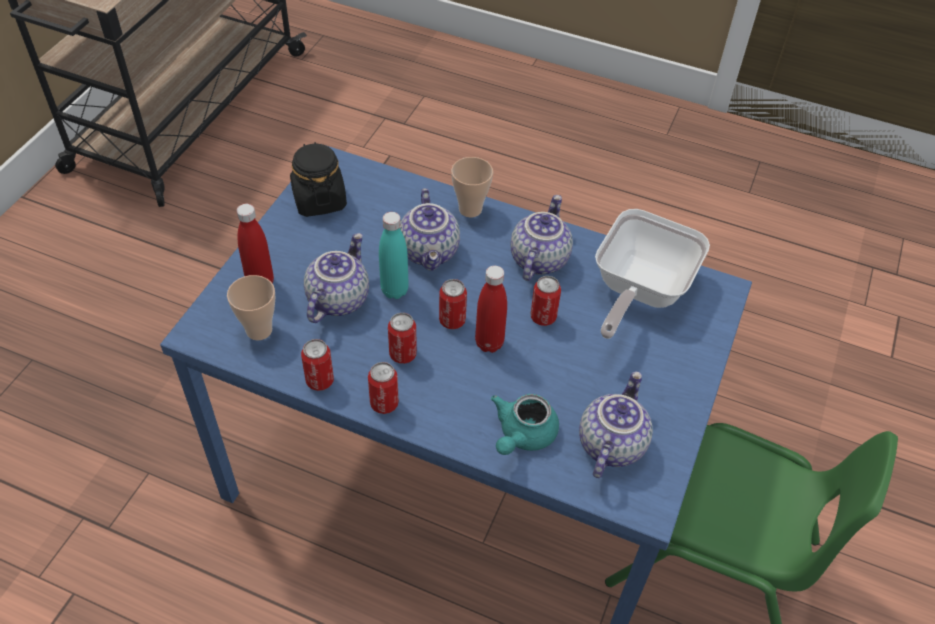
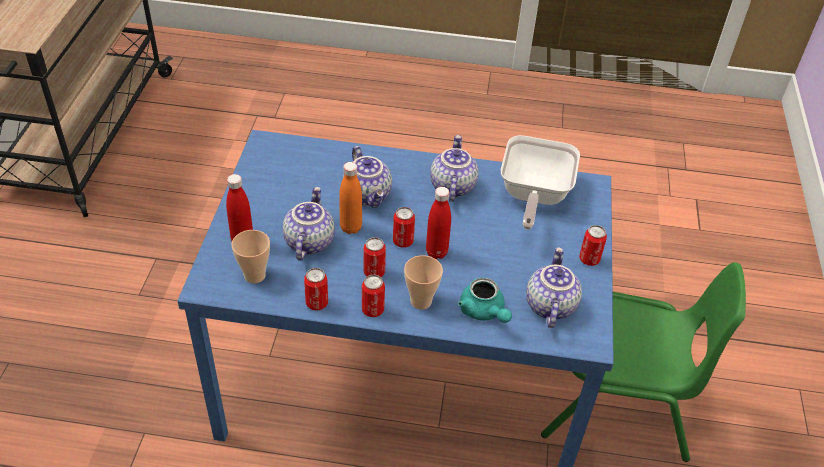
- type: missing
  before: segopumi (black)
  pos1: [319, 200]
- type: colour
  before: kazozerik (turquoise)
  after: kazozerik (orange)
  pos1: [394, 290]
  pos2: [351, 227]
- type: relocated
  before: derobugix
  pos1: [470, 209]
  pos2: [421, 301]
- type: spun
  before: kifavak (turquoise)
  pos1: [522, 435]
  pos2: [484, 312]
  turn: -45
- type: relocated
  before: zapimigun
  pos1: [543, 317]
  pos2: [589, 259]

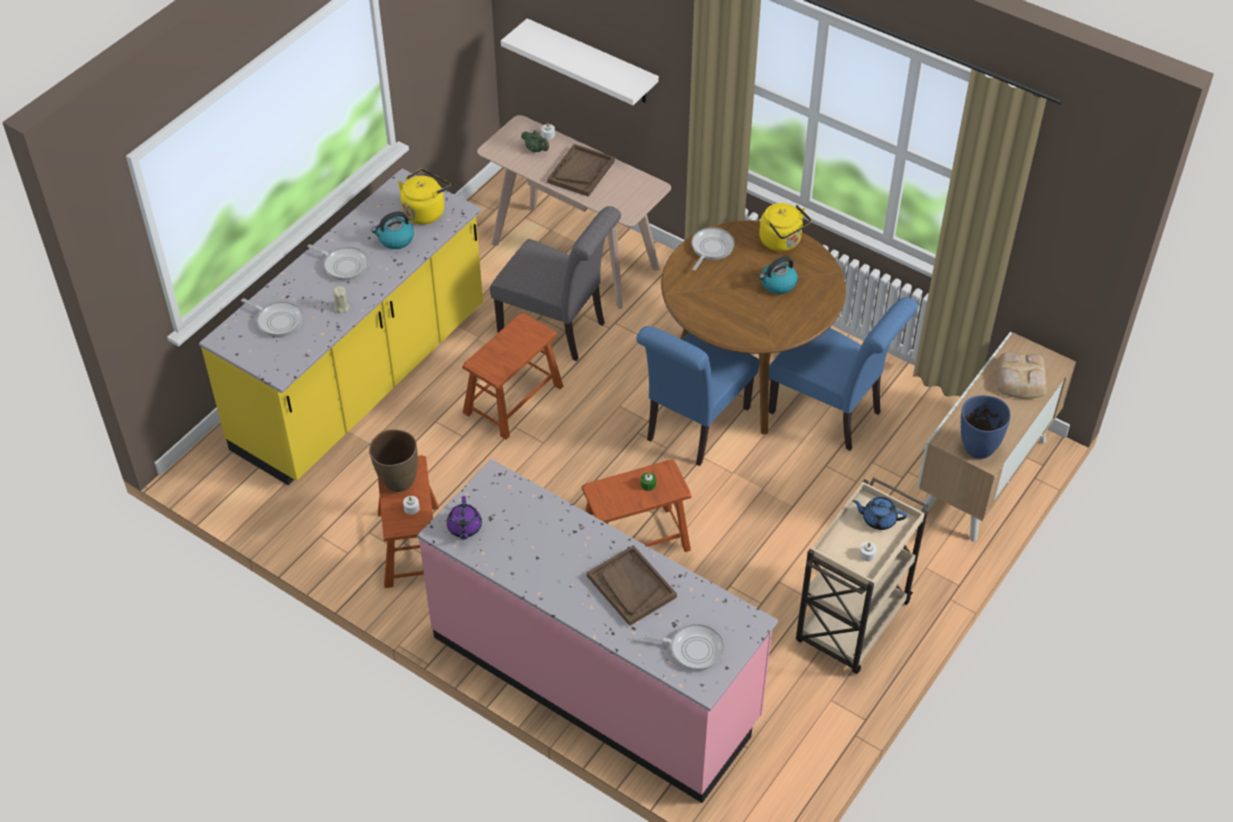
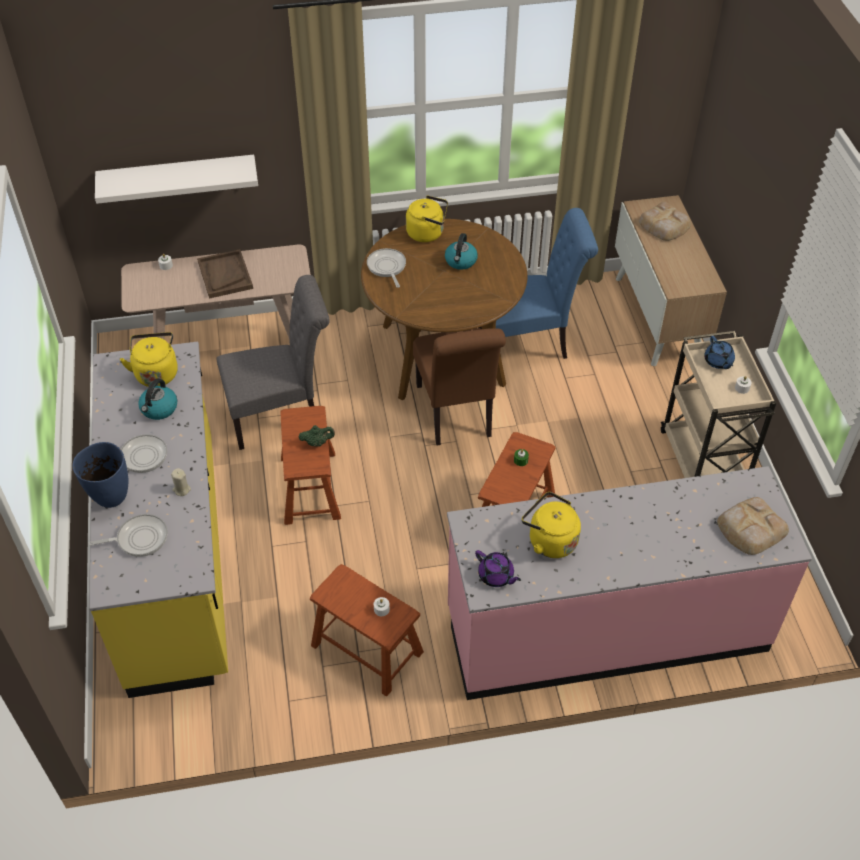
- type: missing
  before: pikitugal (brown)
  pos1: [398, 481]
- type: relocated
  before: kifavak (green)
  pos1: [536, 150]
  pos2: [317, 443]
- type: missing
  before: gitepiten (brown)
  pos1: [631, 587]
- type: colour
  before: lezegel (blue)
  after: lezegel (brown)
  pos1: [693, 427]
  pos2: [456, 415]
- type: exchanged
  before: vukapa
  after: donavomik
  pos1: [693, 649]
  pos2: [750, 528]
- type: spun
  before: kifavak (blue)
  pos1: [878, 519]
  pos2: [718, 361]
  turn: -75
- type: relocated
  before: pikitugal (blue)
  pos1: [977, 448]
  pos2: [111, 497]
- type: appeared
  after: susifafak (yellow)
  pos2: [549, 540]

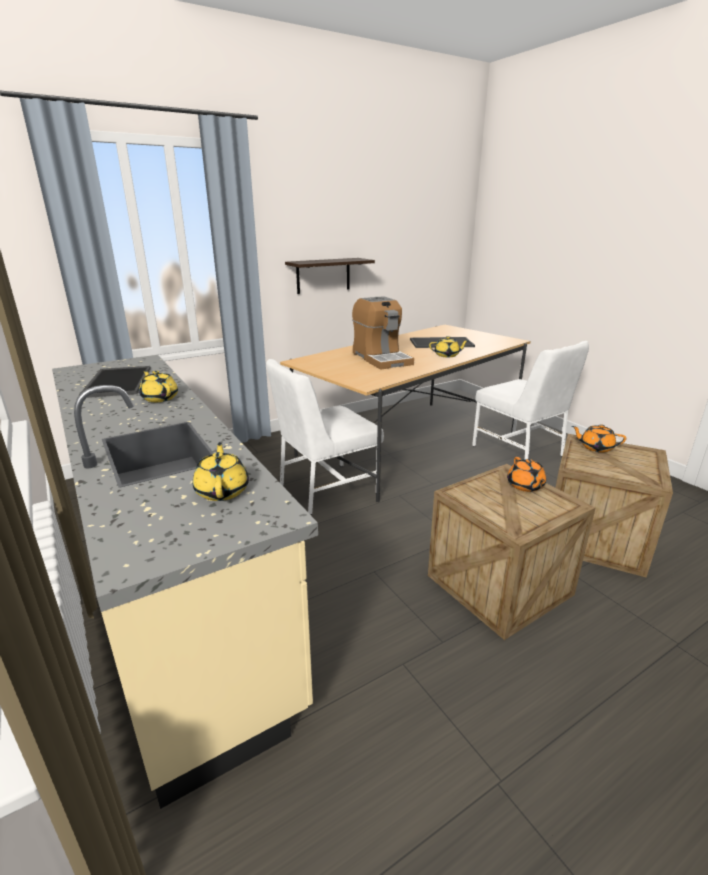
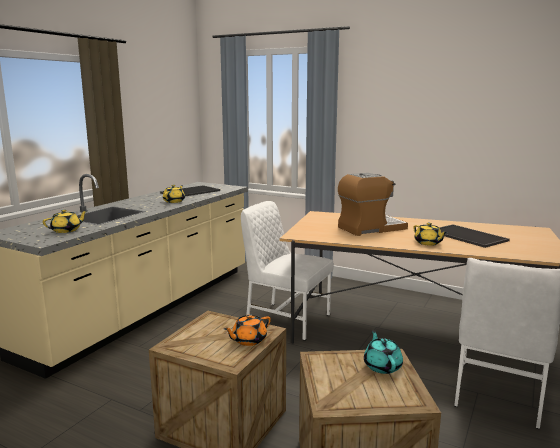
- type: missing
  before: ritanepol
  pos1: [323, 275]
- type: spun
  before: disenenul
  pos1: [381, 358]
  pos2: [371, 228]
  turn: -150
- type: colour
  before: kifavak (orange)
  after: kifavak (turquoise)
  pos1: [595, 447]
  pos2: [382, 366]

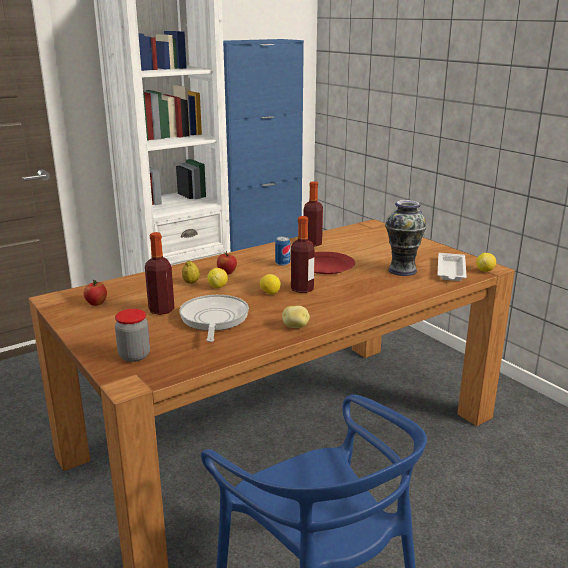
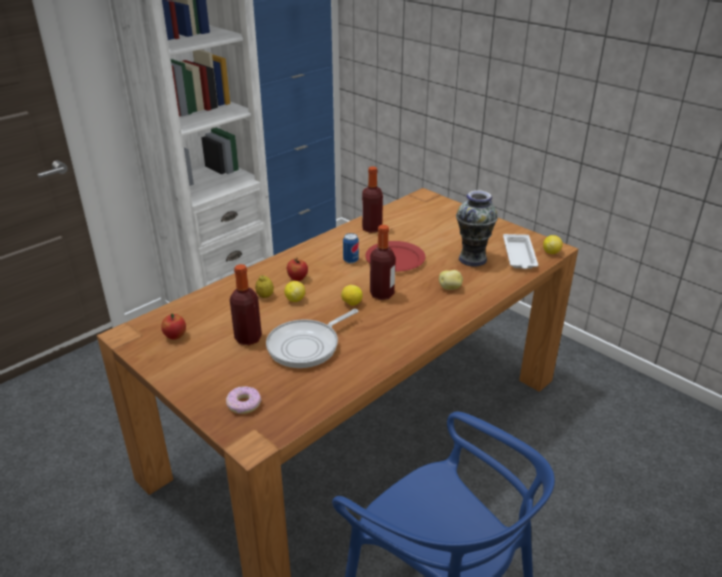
- type: exchanged
  before: segopumi
  after: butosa
  pos1: [134, 356]
  pos2: [243, 404]
- type: spun
  before: vukapa
  pos1: [213, 319]
  pos2: [307, 346]
  turn: -120
- type: relocated
  before: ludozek
  pos1: [295, 327]
  pos2: [450, 288]

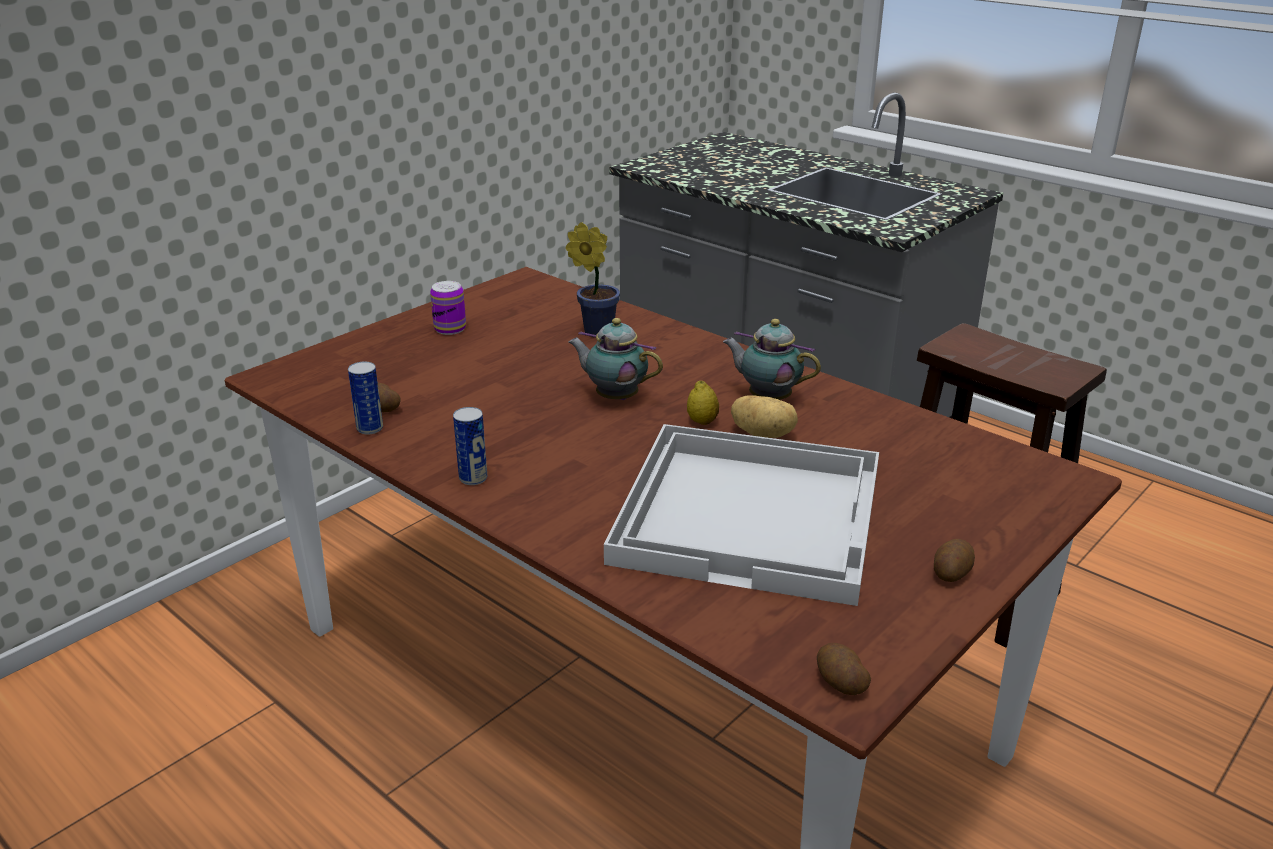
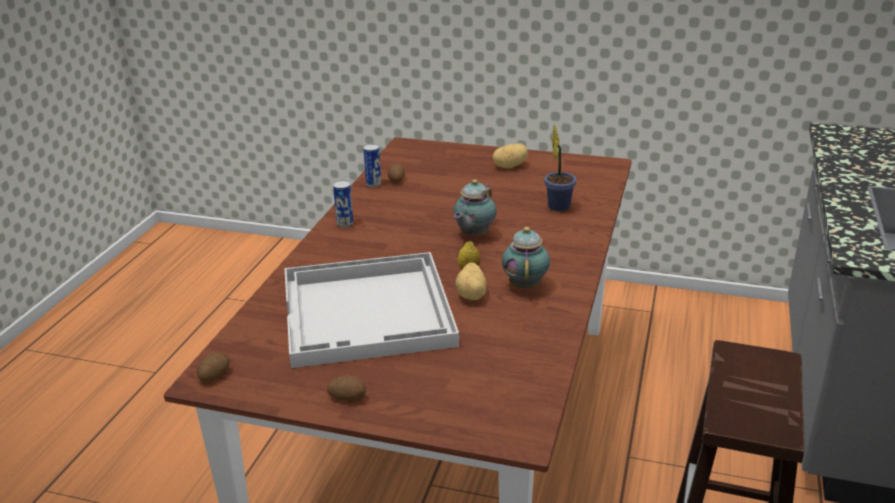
- type: exchanged
  before: zapimigun
  after: ludozek
  pos1: [450, 329]
  pos2: [509, 166]
- type: spun
  before: kifavak
  pos1: [614, 397]
  pos2: [473, 235]
  turn: -150

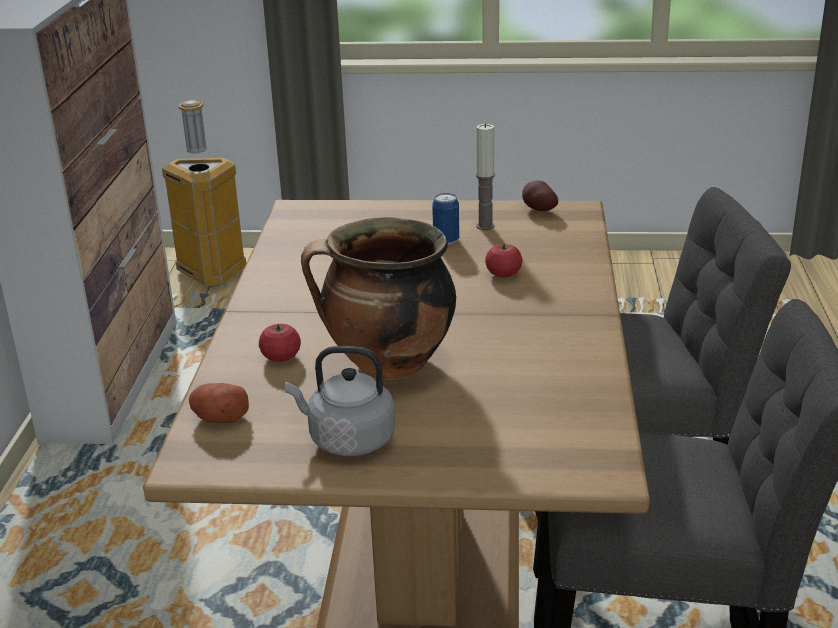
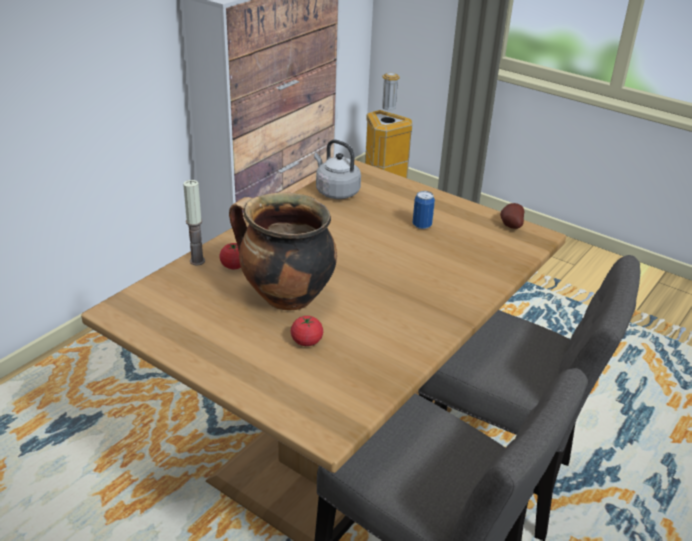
- type: missing
  before: ludozek
  pos1: [219, 418]
- type: relocated
  before: susifafak (grey)
  pos1: [347, 440]
  pos2: [335, 192]
- type: relocated
  before: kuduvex
  pos1: [485, 226]
  pos2: [197, 261]
- type: relocated
  before: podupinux
  pos1: [503, 274]
  pos2: [306, 341]

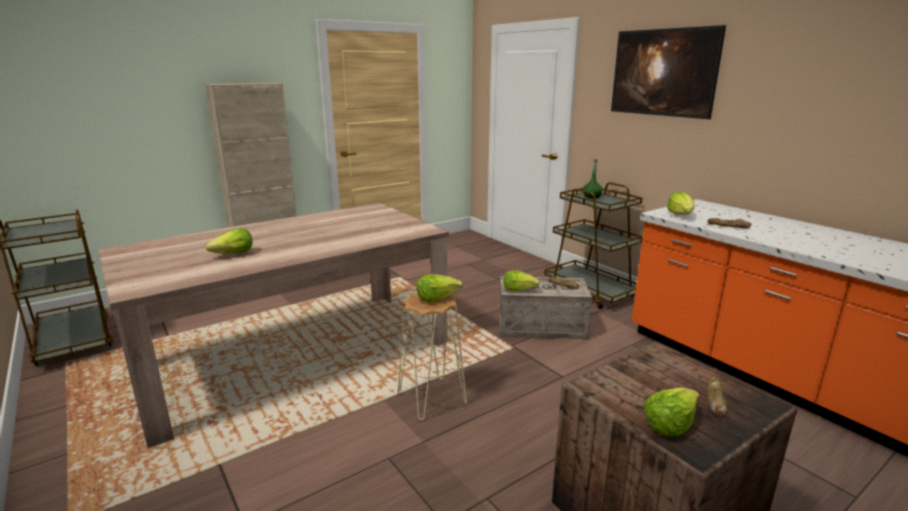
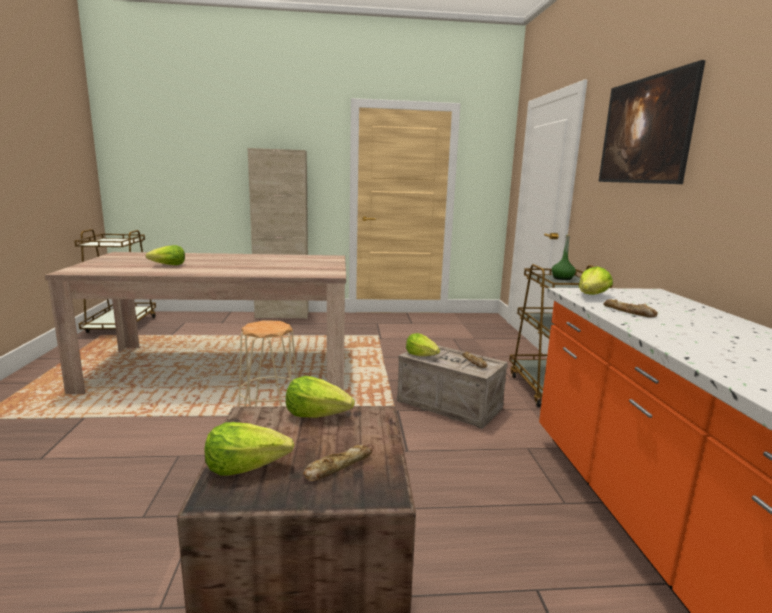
- type: relocated
  before: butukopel
  pos1: [437, 298]
  pos2: [317, 414]

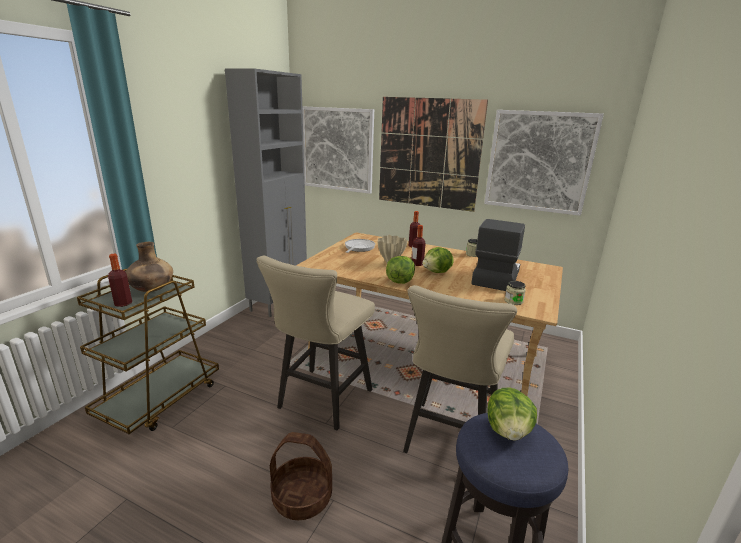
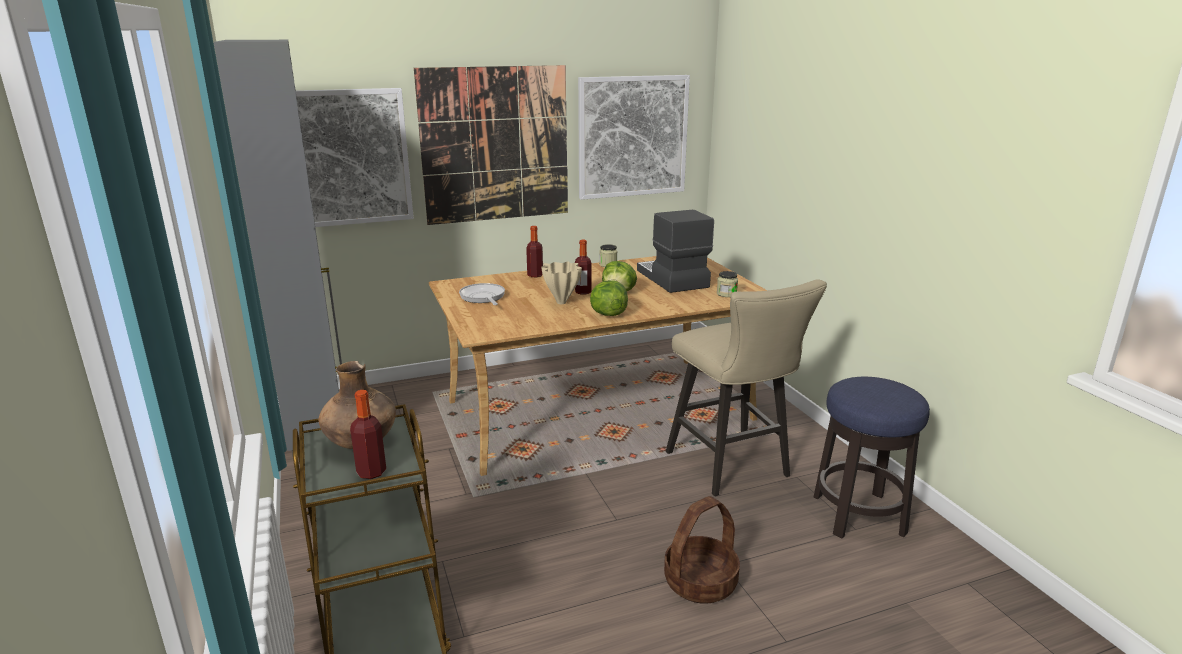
- type: missing
  before: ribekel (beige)
  pos1: [321, 402]
- type: missing
  before: butukopel
  pos1: [508, 431]

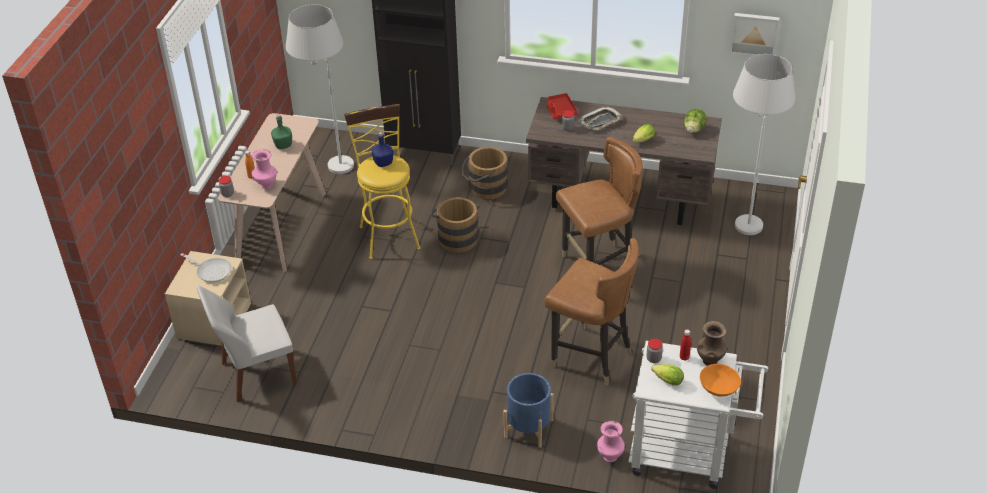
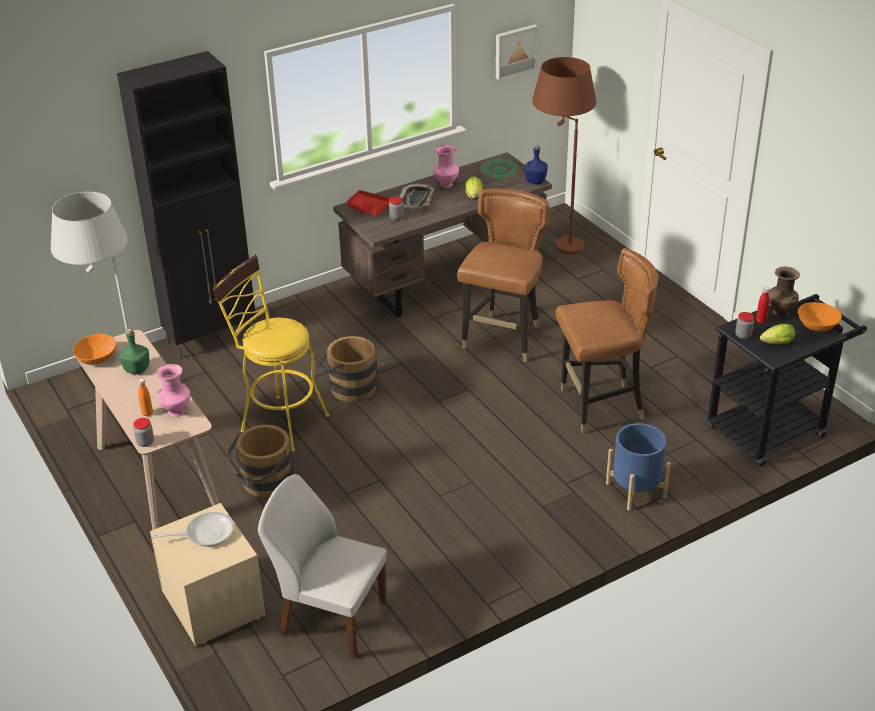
- type: spun
  before: lezegel (white)
  pos1: [256, 373]
  pos2: [331, 617]
  turn: 90
- type: relocated
  before: kazozerik (blue)
  pos1: [383, 163]
  pos2: [535, 181]
- type: relocated
  before: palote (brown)
  pos1: [484, 188]
  pos2: [264, 483]
- type: relocated
  before: pikitugal (pink)
  pos1: [609, 457]
  pos2: [446, 185]
- type: colour
  before: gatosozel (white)
  after: gatosozel (black)
  pos1: [689, 455]
  pos2: [773, 427]
- type: exchanged
  before: butukopel
  after: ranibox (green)
  pos1: [693, 129]
  pos2: [499, 169]
- type: colour
  before: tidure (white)
  after: tidure (brown)
  pos1: [746, 215]
  pos2: [557, 240]
- type: appeared
  after: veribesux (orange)
  pos2: [97, 358]

